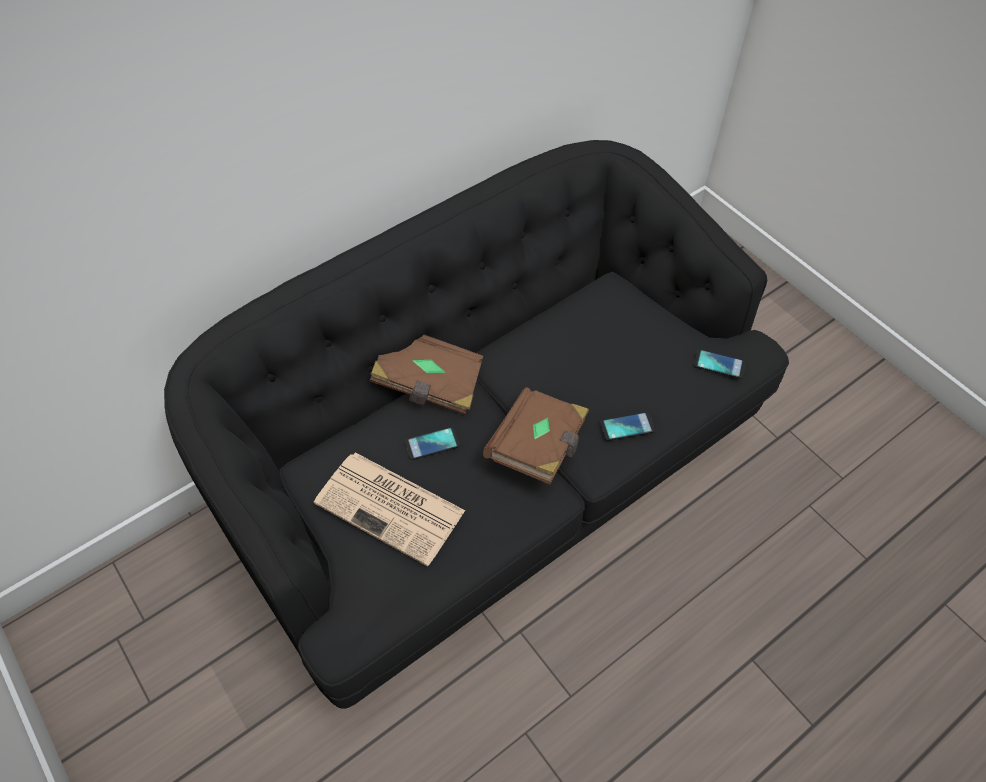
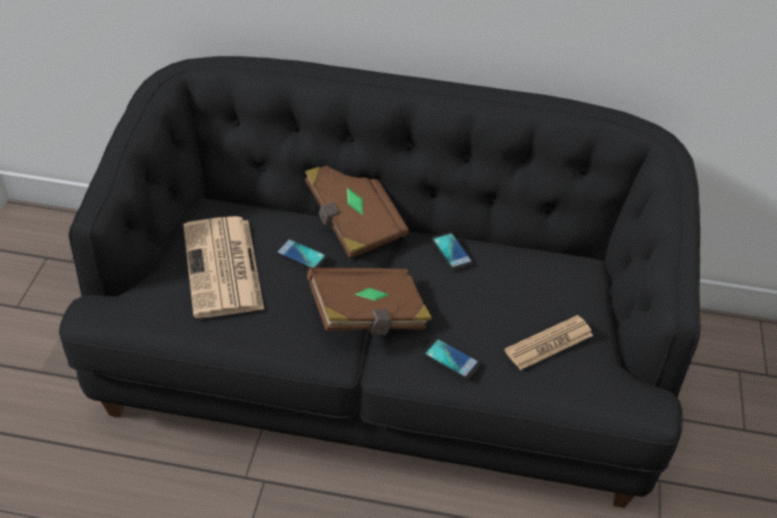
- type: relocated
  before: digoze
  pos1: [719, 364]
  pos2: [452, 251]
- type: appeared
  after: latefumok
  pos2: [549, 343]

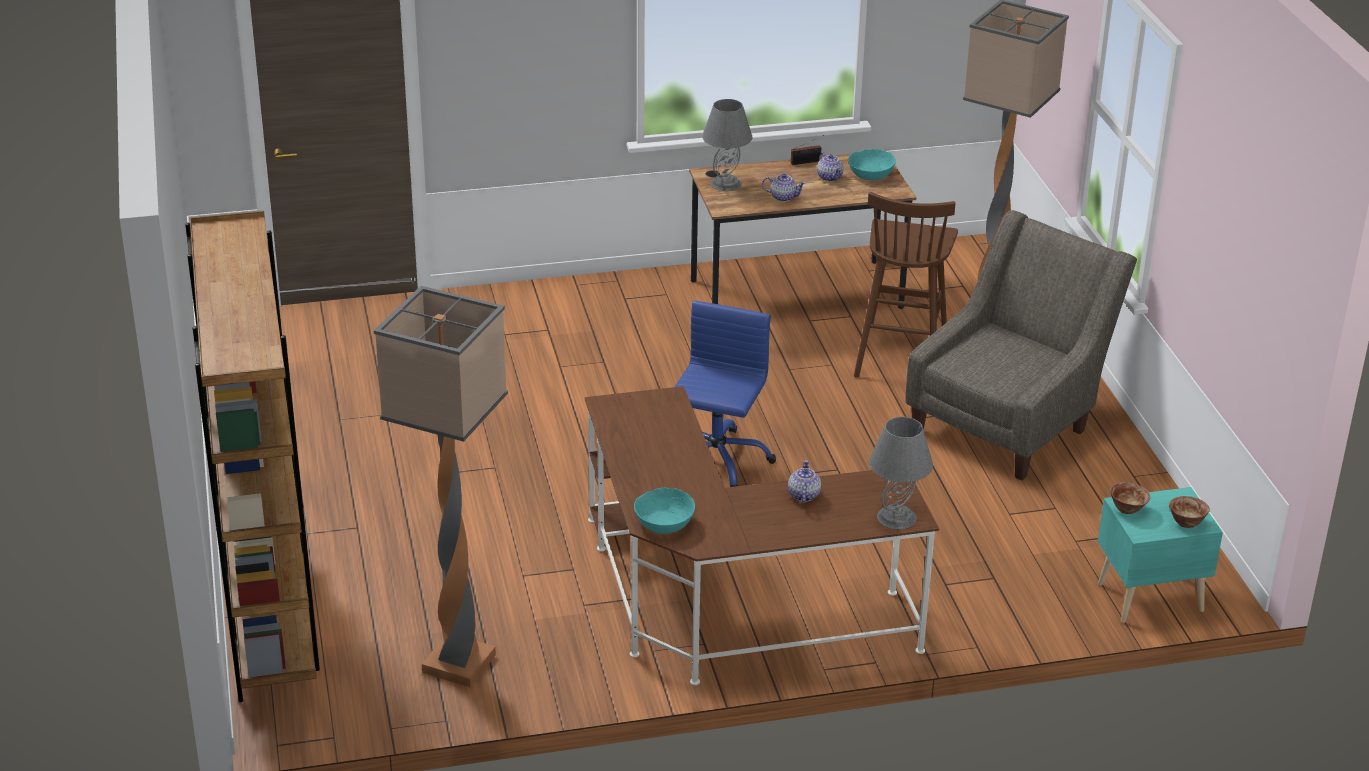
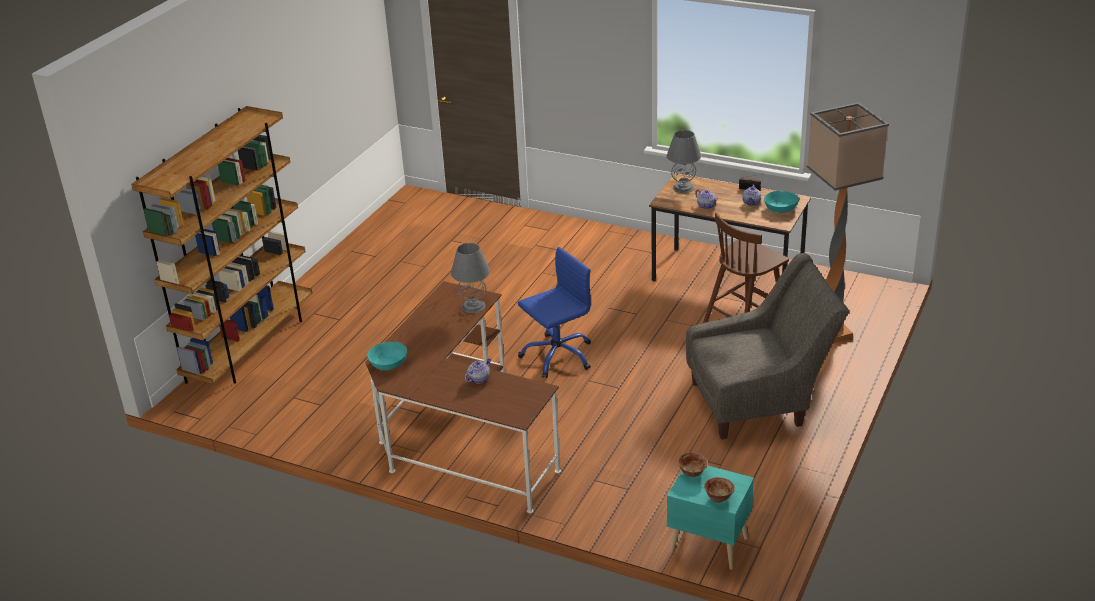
- type: missing
  before: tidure
  pos1: [458, 662]
- type: relocated
  before: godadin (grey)
  pos1: [896, 517]
  pos2: [473, 306]

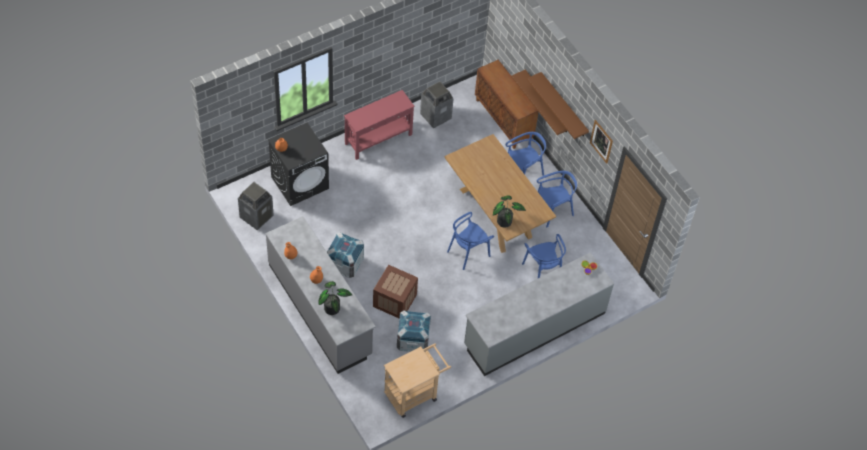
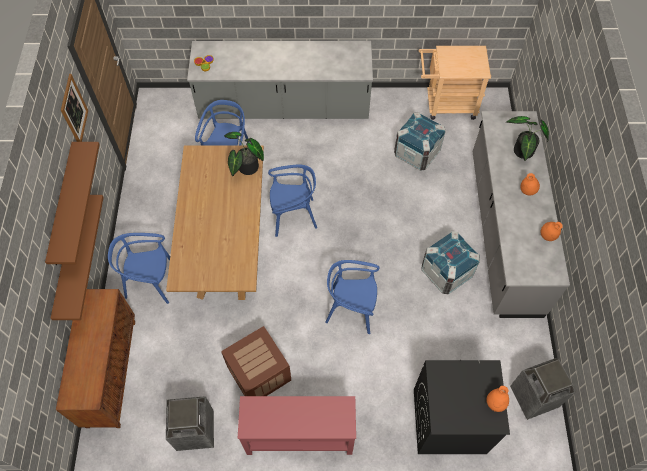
- type: relocated
  before: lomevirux
  pos1: [394, 300]
  pos2: [259, 373]
- type: relocated
  before: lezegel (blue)
  pos1: [553, 210]
  pos2: [351, 309]

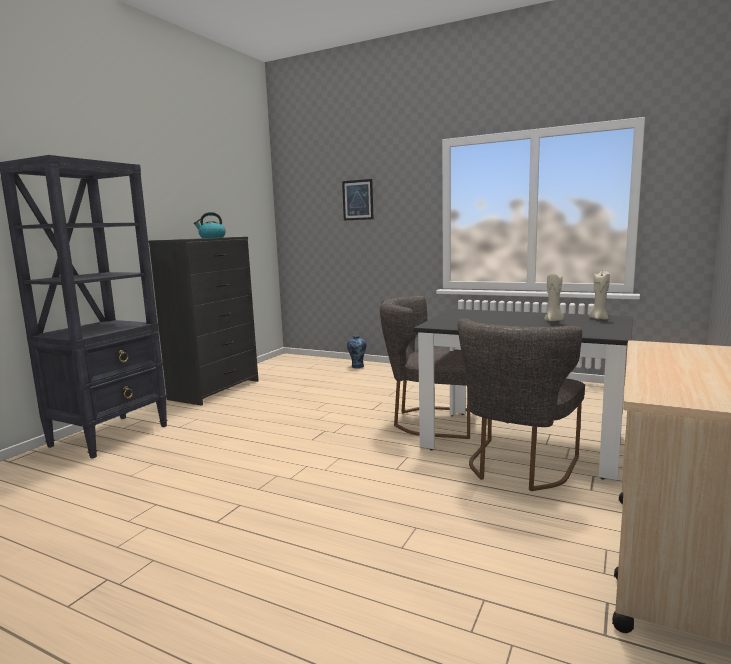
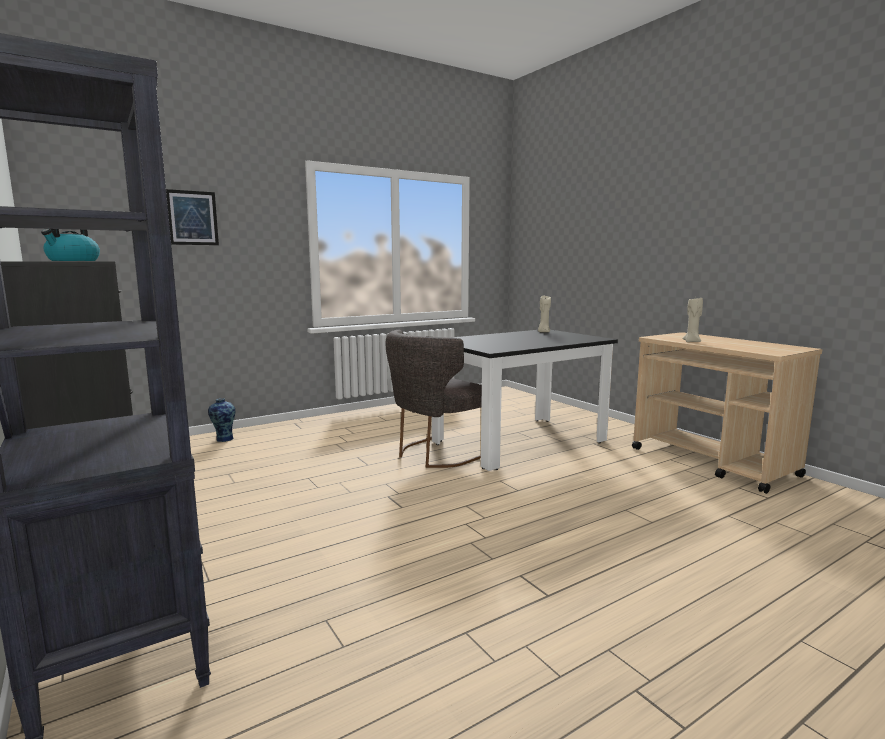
- type: missing
  before: lezegel (grey)
  pos1: [517, 468]
- type: relocated
  before: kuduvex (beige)
  pos1: [553, 321]
  pos2: [692, 341]

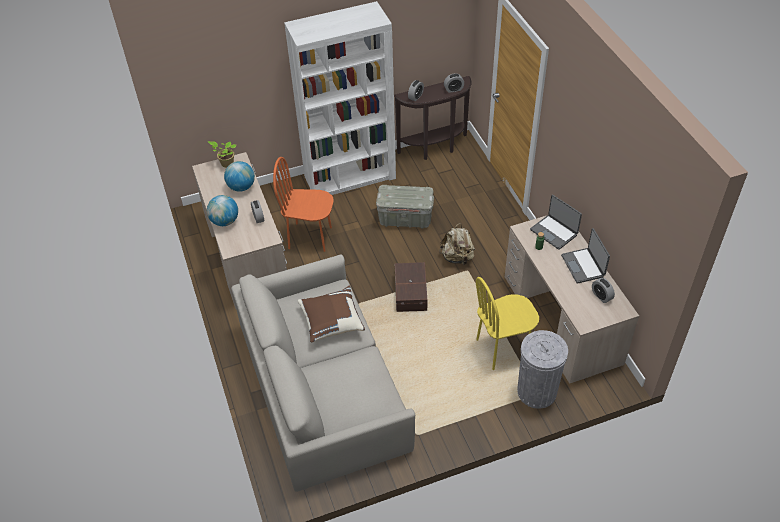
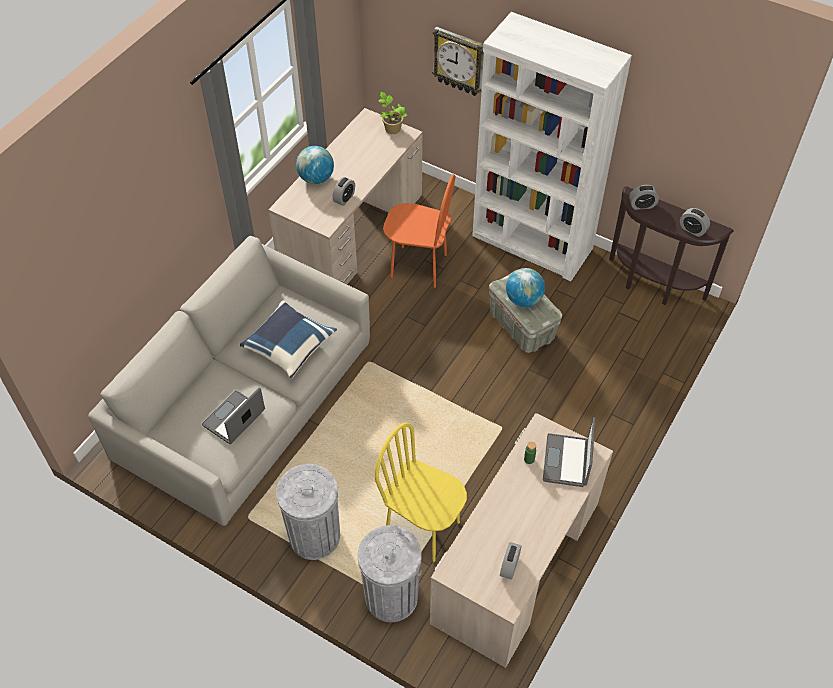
- type: relocated
  before: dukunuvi
  pos1: [241, 187]
  pos2: [523, 299]
- type: spun
  before: lezegel (orange)
  pos1: [310, 237]
  pos2: [418, 266]
  turn: 135
- type: colour
  before: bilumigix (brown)
  after: bilumigix (blue)
  pos1: [331, 321]
  pos2: [289, 346]
- type: missing
  before: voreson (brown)
  pos1: [411, 292]
- type: missing
  before: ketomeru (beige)
  pos1: [457, 257]
- type: relocated
  before: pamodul
  pos1: [583, 266]
  pos2: [235, 419]
- type: appeared
  after: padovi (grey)
  pos2: [314, 536]
- type: appeared
  after: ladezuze
  pos2: [460, 61]

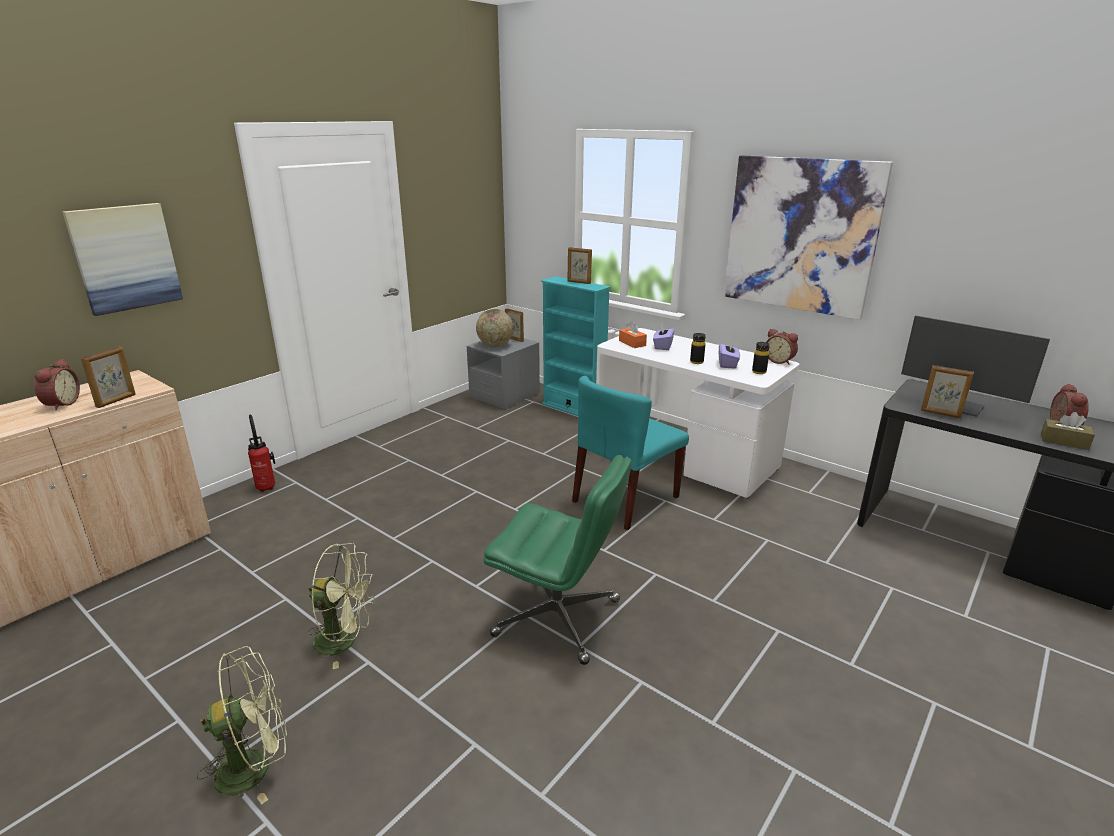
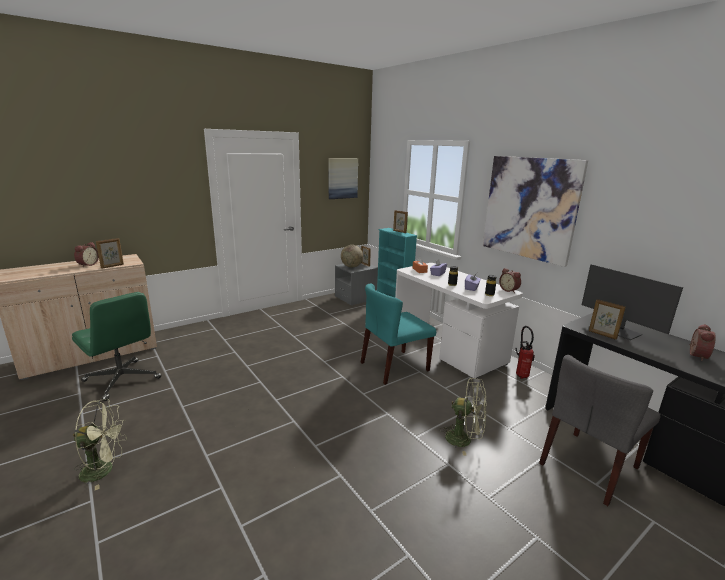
- type: relocated
  before: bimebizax
  pos1: [125, 258]
  pos2: [342, 178]
- type: relocated
  before: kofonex
  pos1: [267, 486]
  pos2: [521, 375]
- type: relocated
  before: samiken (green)
  pos1: [345, 641]
  pos2: [464, 439]
- type: relocated
  before: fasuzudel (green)
  pos1: [559, 618]
  pos2: [122, 380]
- type: missing
  before: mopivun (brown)
  pos1: [1064, 441]
- type: appeared
  after: lezegel (grey)
  pos2: [589, 466]

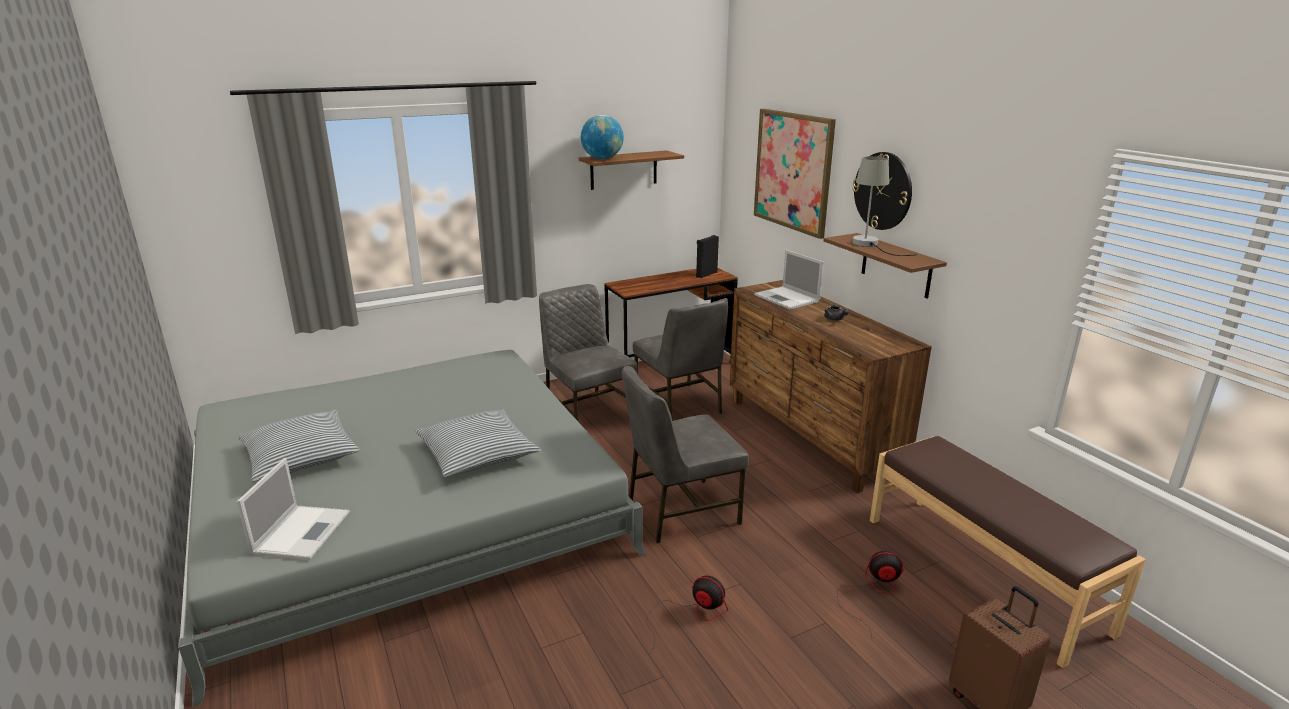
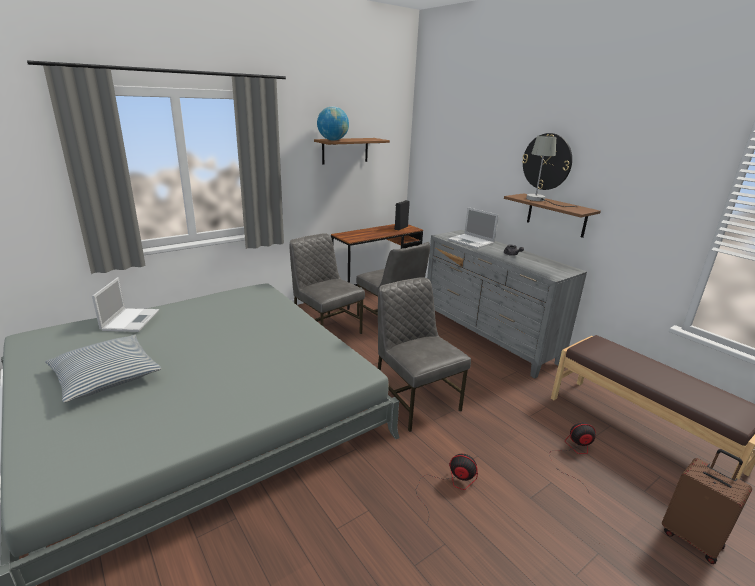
- type: relocated
  before: pamodul
  pos1: [302, 531]
  pos2: [131, 320]
- type: missing
  before: bilumigix
  pos1: [477, 454]
- type: spun
  before: lezegel (grey)
  pos1: [680, 511]
  pos2: [415, 400]
  turn: 90
- type: colour
  before: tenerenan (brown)
  after: tenerenan (grey)
  pos1: [811, 436]
  pos2: [488, 339]
- type: missing
  before: bimebizax
  pos1: [793, 171]

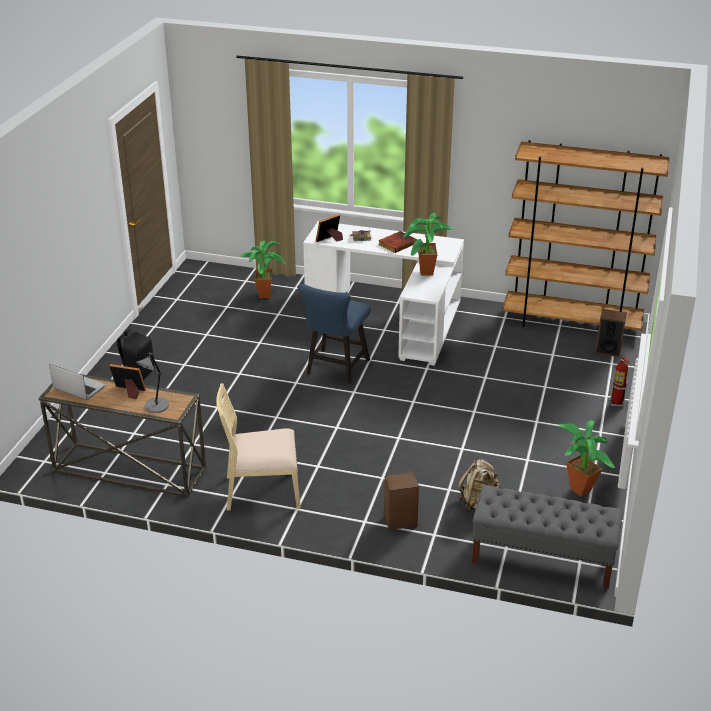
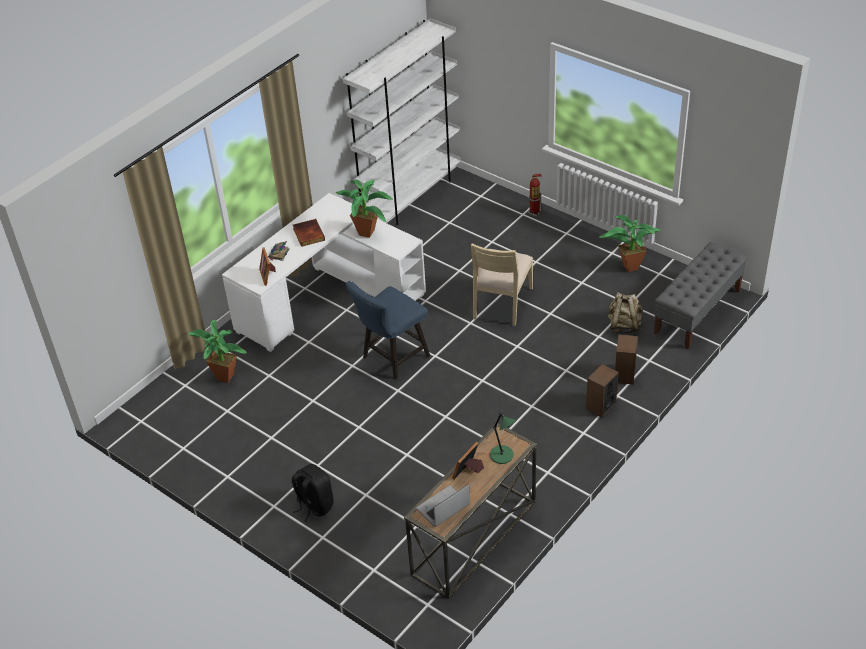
- type: colour
  before: godadin (grey)
  after: godadin (green)
  pos1: [156, 406]
  pos2: [503, 456]
- type: relocated
  before: lezegel (beige)
  pos1: [262, 490]
  pos2: [501, 303]
- type: spun
  before: lezegel (blue)
  pos1: [335, 369]
  pos2: [392, 358]
  turn: 90
- type: colour
  before: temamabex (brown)
  after: temamabex (white)
  pos1: [572, 324]
  pos2: [411, 196]
- type: relocated
  before: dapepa
  pos1: [608, 350]
  pos2: [600, 405]

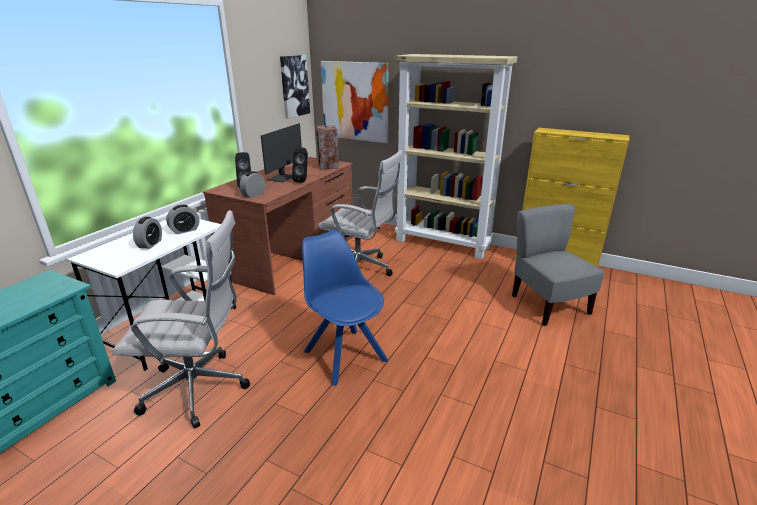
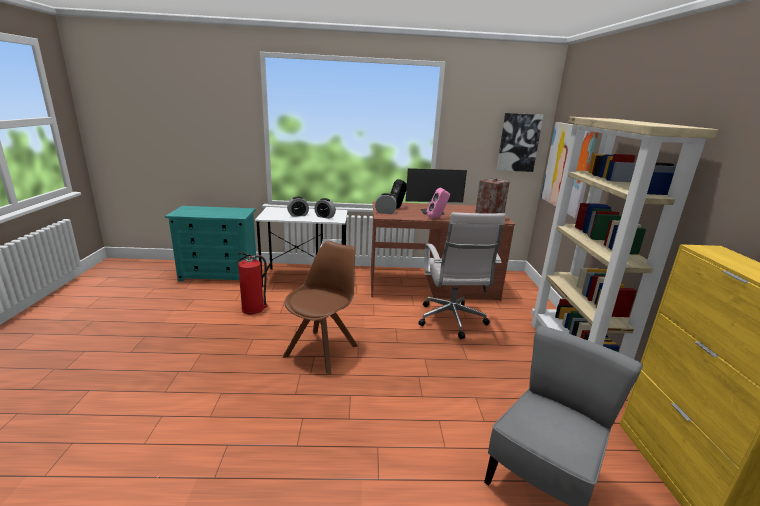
- type: exchanged
  before: fasuzudel (white)
  after: kofonex
  pos1: [201, 389]
  pos2: [253, 309]
- type: colour
  before: dapepa (black)
  after: dapepa (pink)
  pos1: [303, 181]
  pos2: [437, 218]
- type: colour
  before: lezegel (blue)
  after: lezegel (brown)
  pos1: [344, 354]
  pos2: [322, 350]

